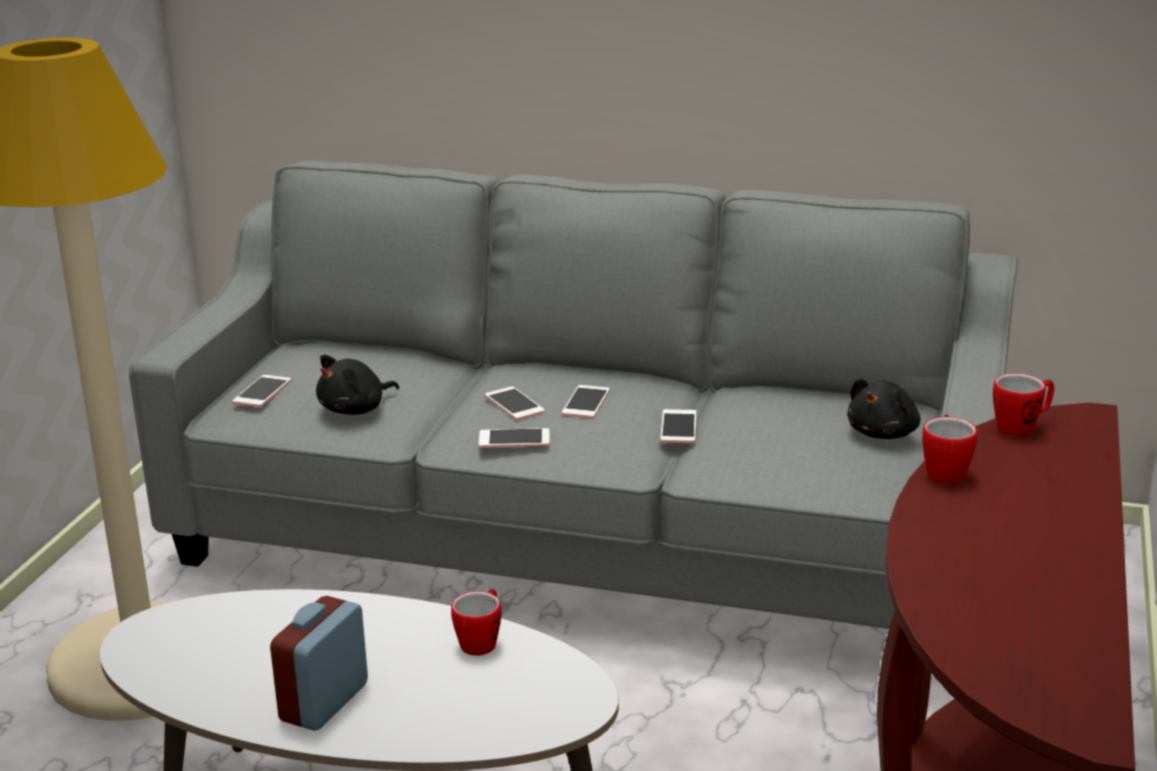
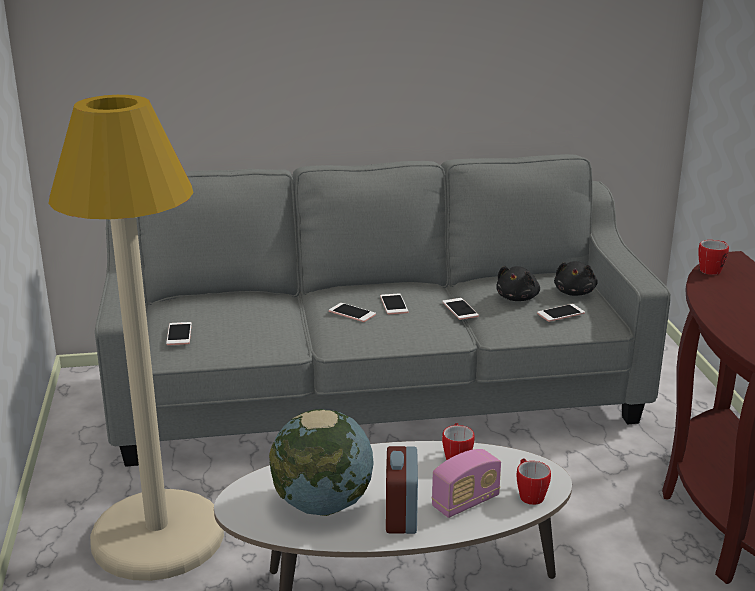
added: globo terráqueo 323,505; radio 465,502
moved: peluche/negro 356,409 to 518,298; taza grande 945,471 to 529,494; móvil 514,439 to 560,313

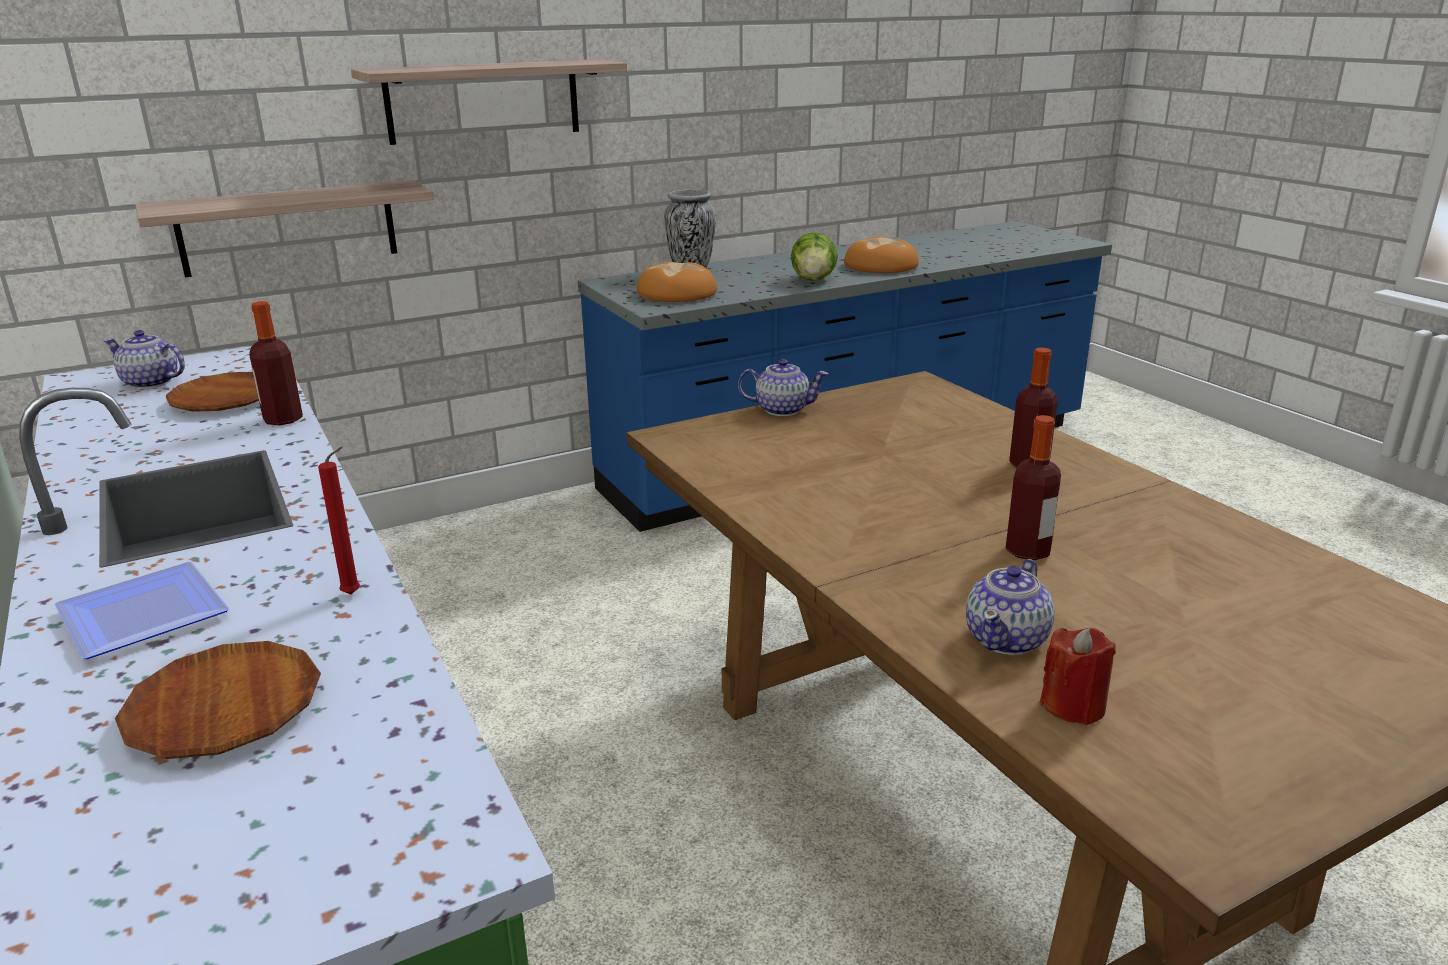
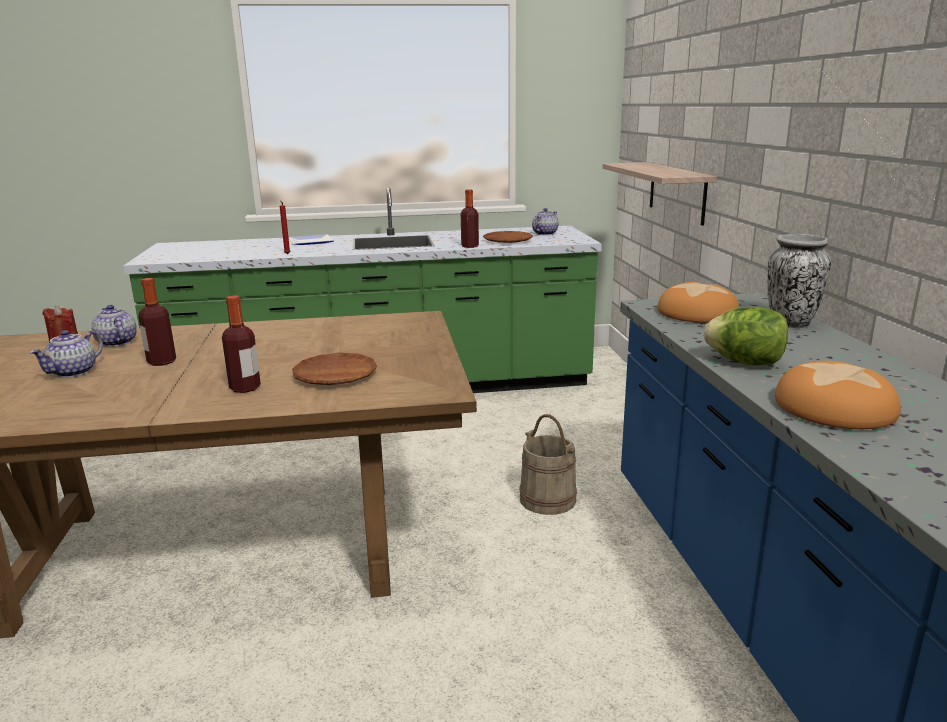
removed: estante 483,101
added: cubo/beis 547,499
moved: tetera 781,409 to 74,372; plato/marrón 224,709 to 335,375

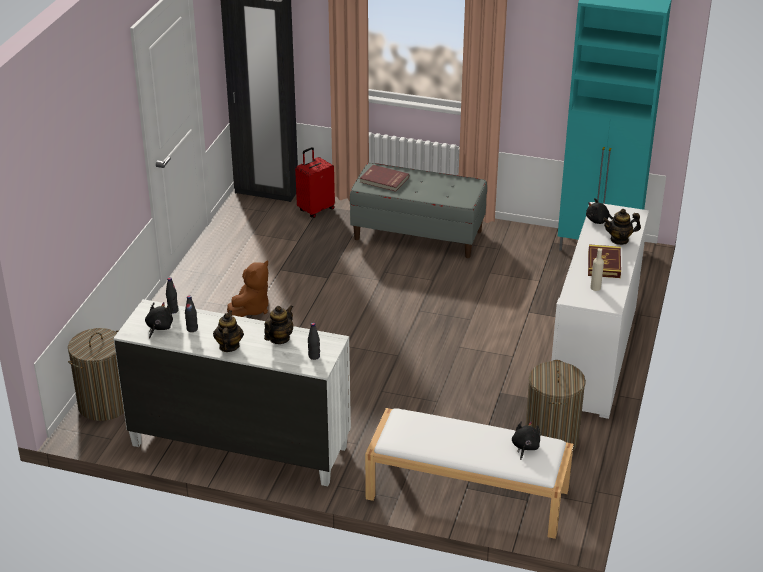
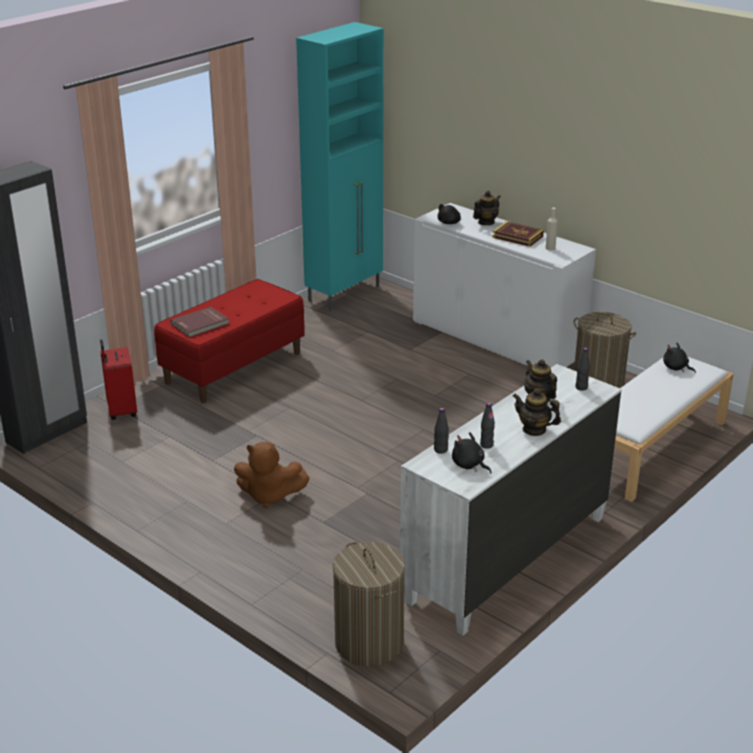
recoloured: banco/gris 418,235 to banco/rojo 233,367
turned: peluche/marrón 251,309 = 269,495 135 degrees clockwise; tetera 619,240 = 485,223 150 degrees counterclockwise

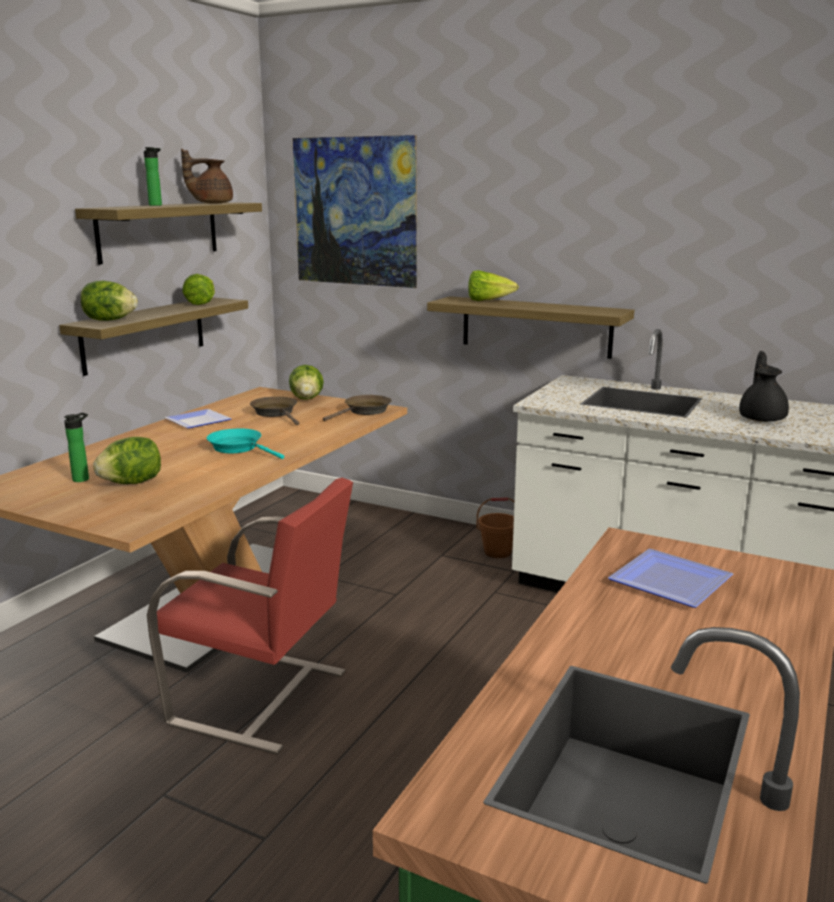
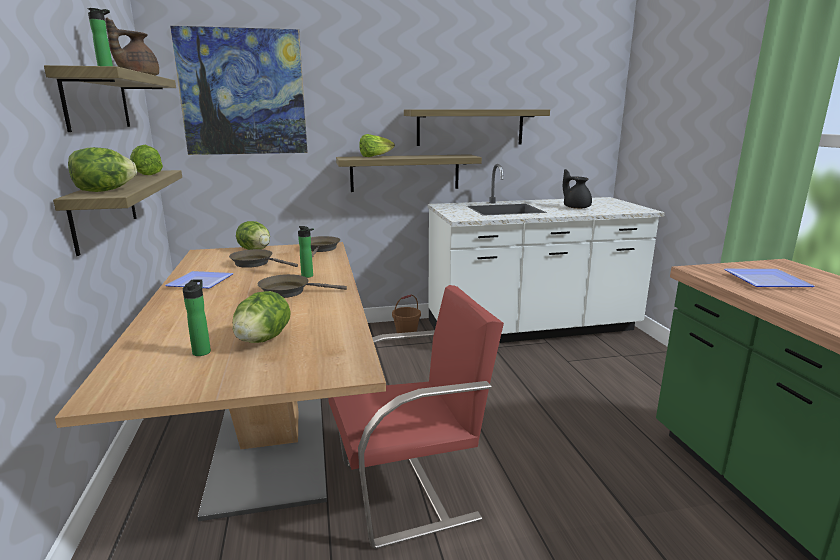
added: botella 308,276; estante 470,127
recoloured: sartén/turquesa 239,448 to sartén/marrón 289,291

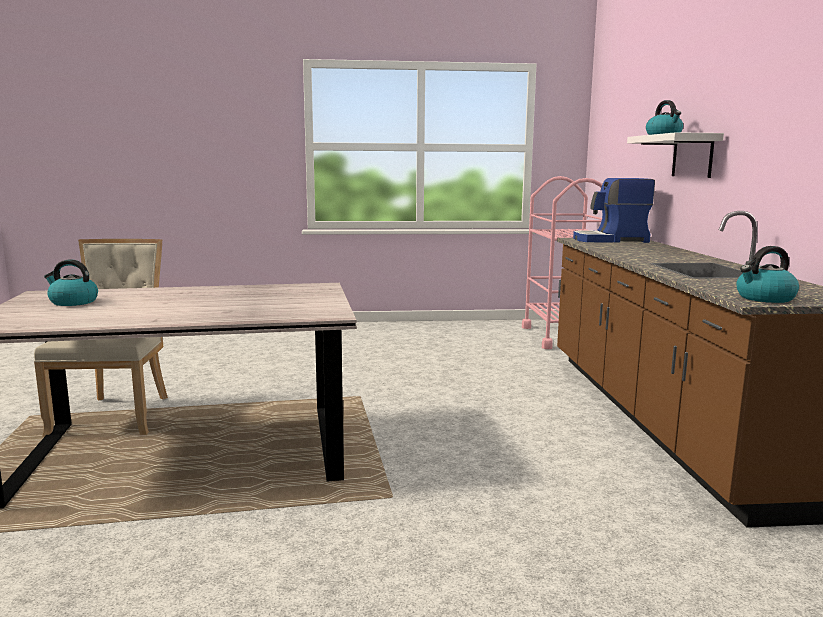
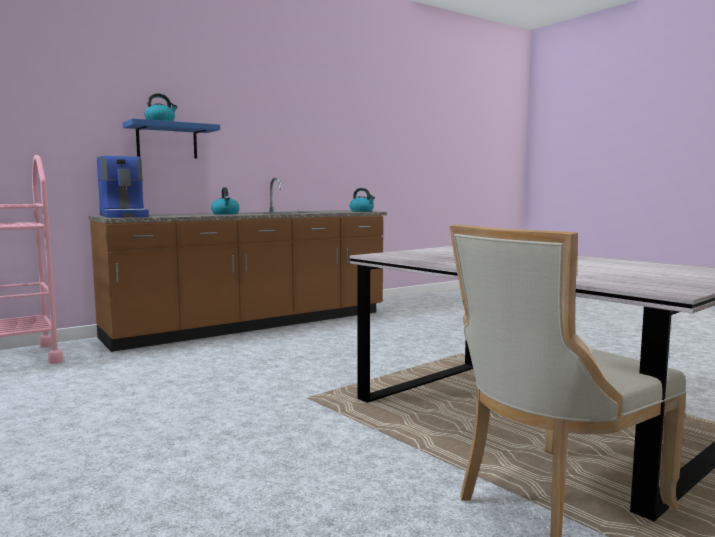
moved: hervidor 73,302 to 225,214
recoloured: estante/blanco 692,156 to estante/azul 167,141

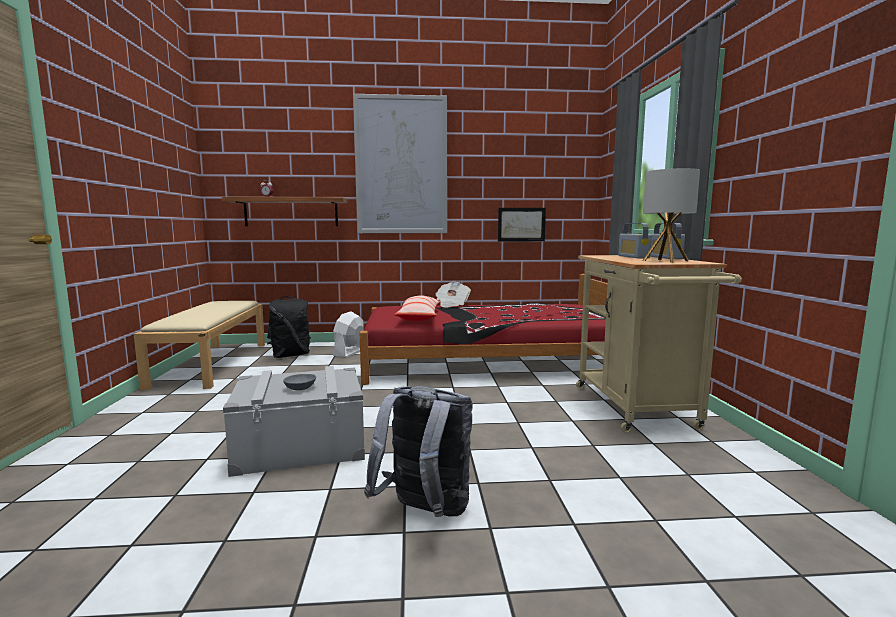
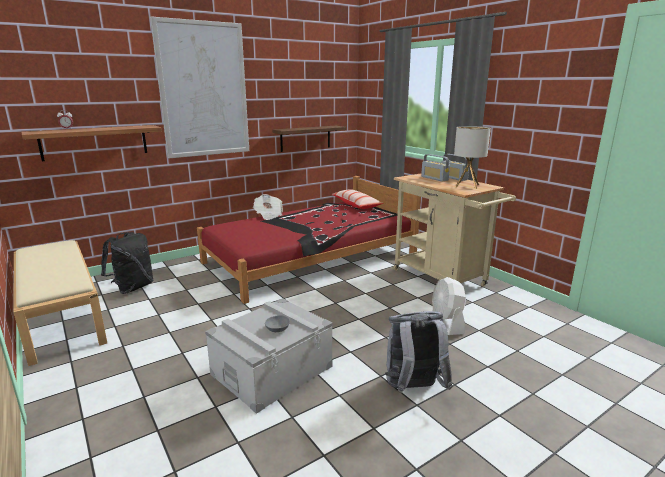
moved: cojín 419,317 to 356,205; ventilador/blanco 350,352 to 447,322
replaced: cuadro 521,224 to estante 305,138

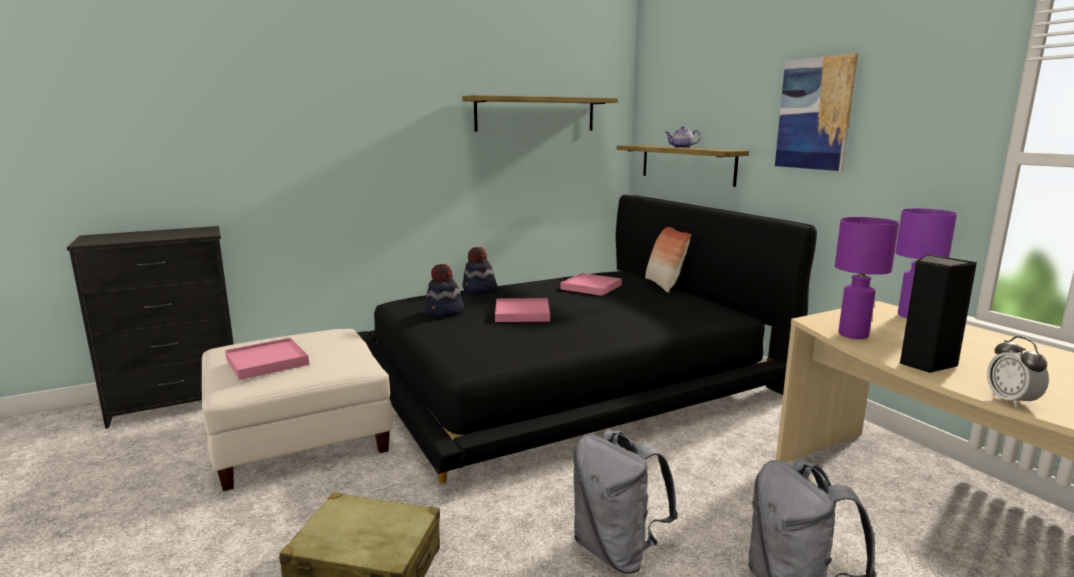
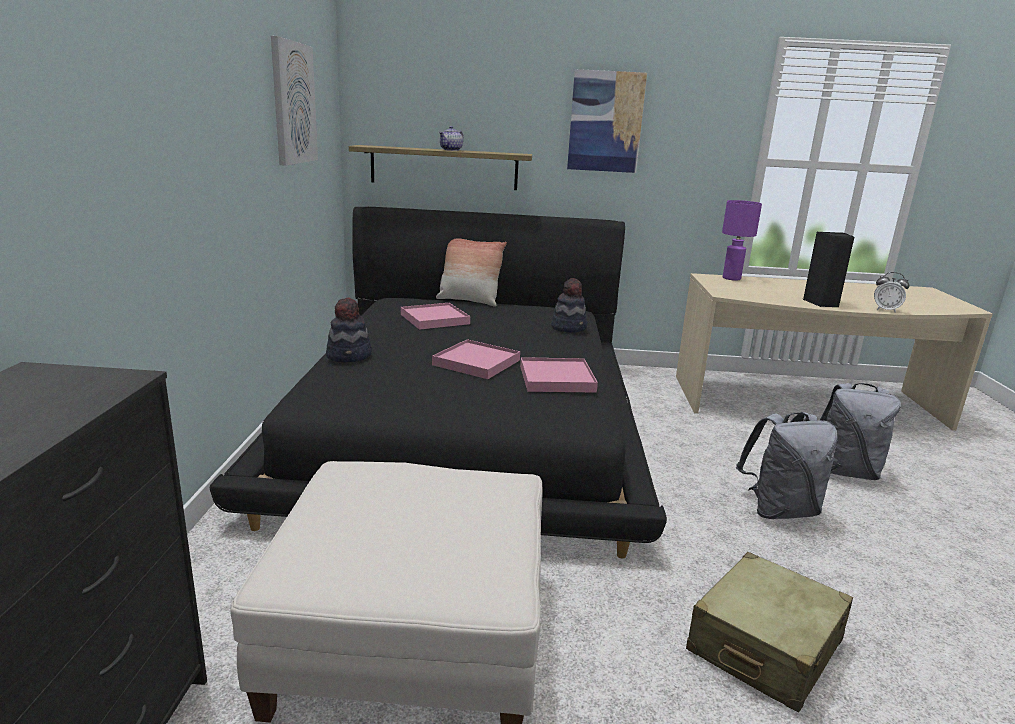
removed: lámpara de mesa/morado 853,335
moved: bandeja/rosa 267,362 to 557,379; sombrero 444,312 to 569,327
replaced: estante 536,114 to cuadro 293,103

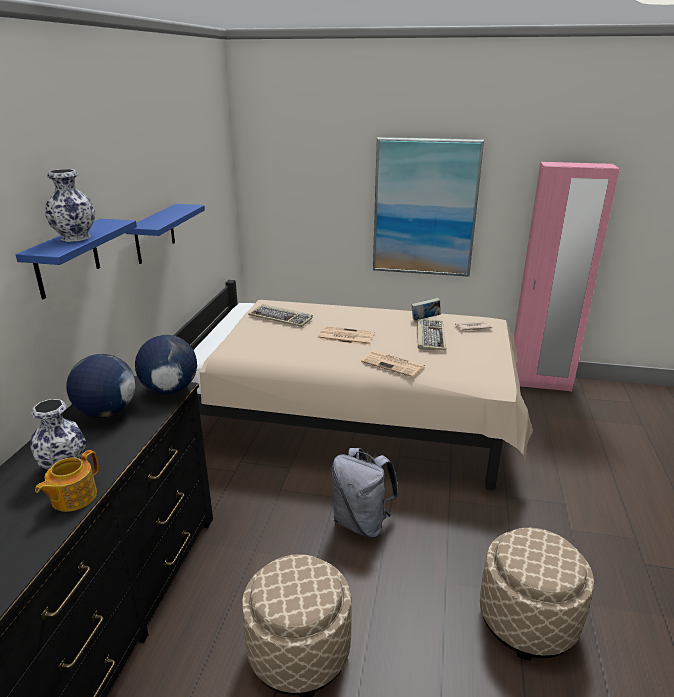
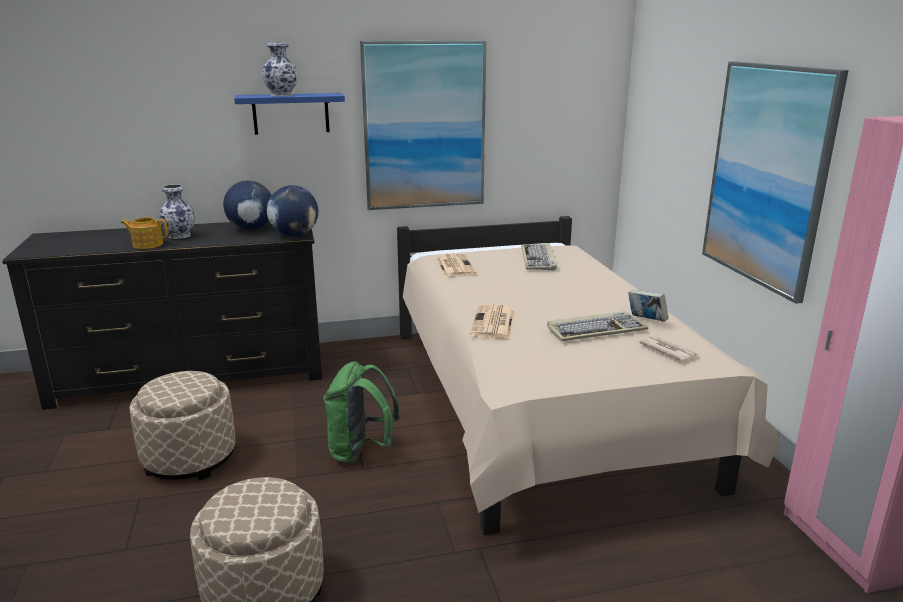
moved: periódico 345,336 to 454,266
replaced: estante/azul 154,234 to cuadro 424,126
recoloured: mochila/gris 362,523 to mochila/verde 360,452

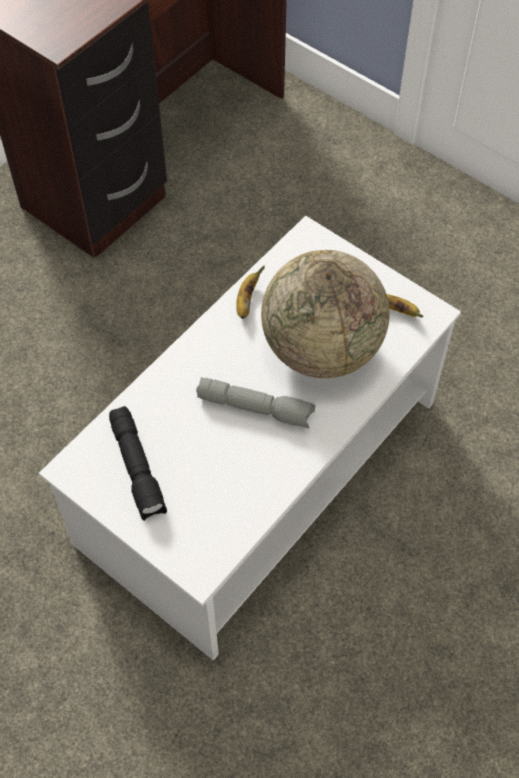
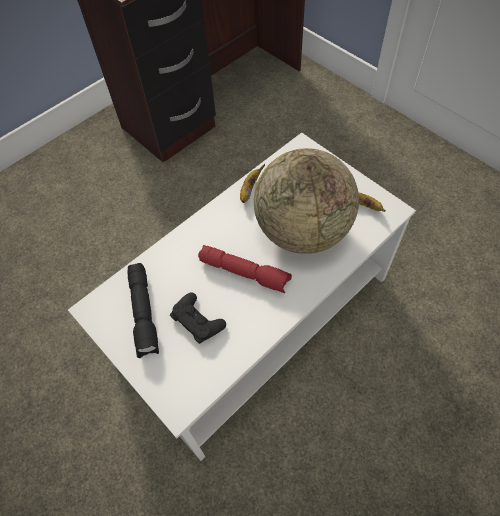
added: mando de consola/negro 197,320
recoloured: linterna/gris 256,407 to linterna/rojo 245,272

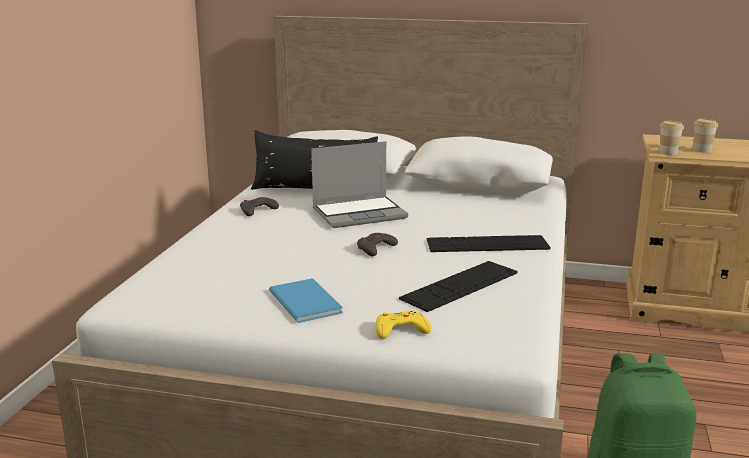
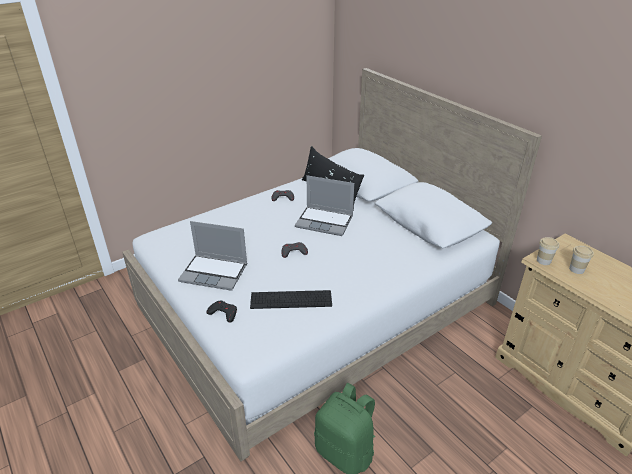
removed: teclado 487,244
replaced: libro/azul 306,301 to portátil 215,273
recoloured: mando de consola/amarillo 400,330 to mando de consola/negro 223,313

